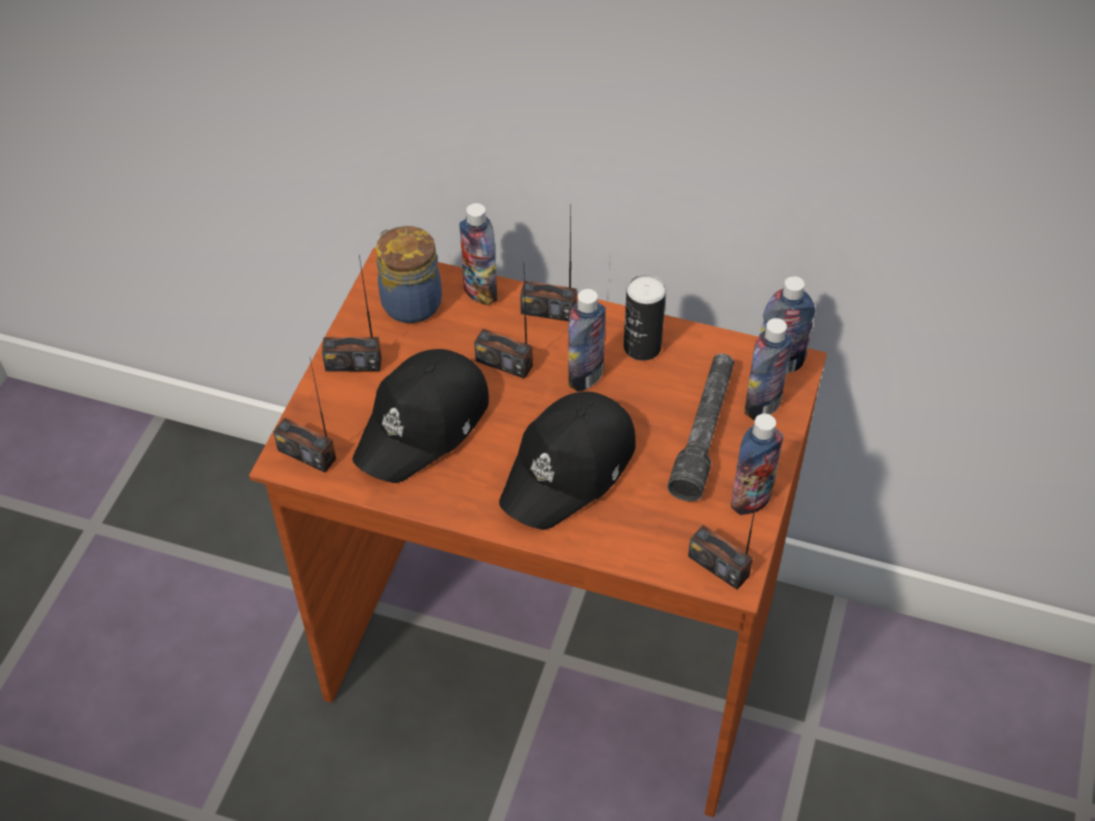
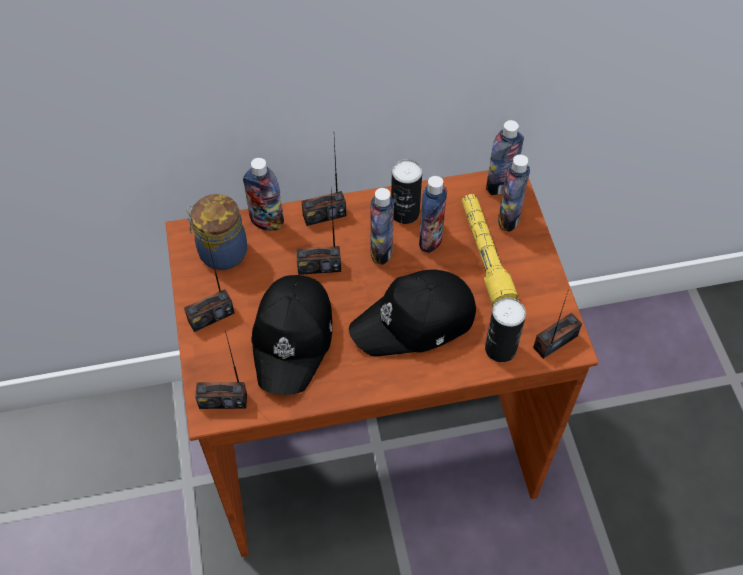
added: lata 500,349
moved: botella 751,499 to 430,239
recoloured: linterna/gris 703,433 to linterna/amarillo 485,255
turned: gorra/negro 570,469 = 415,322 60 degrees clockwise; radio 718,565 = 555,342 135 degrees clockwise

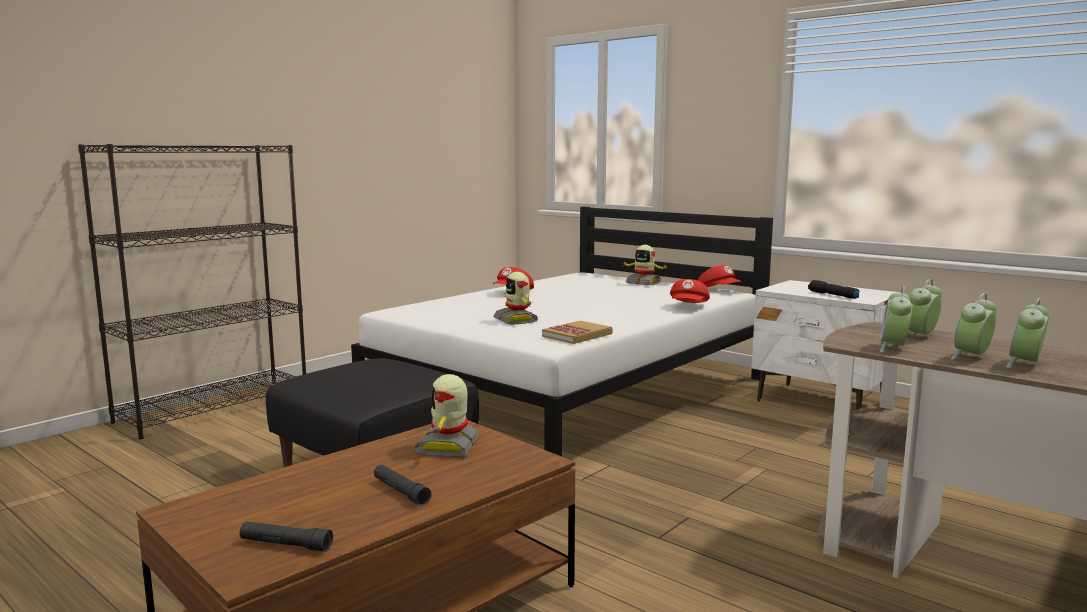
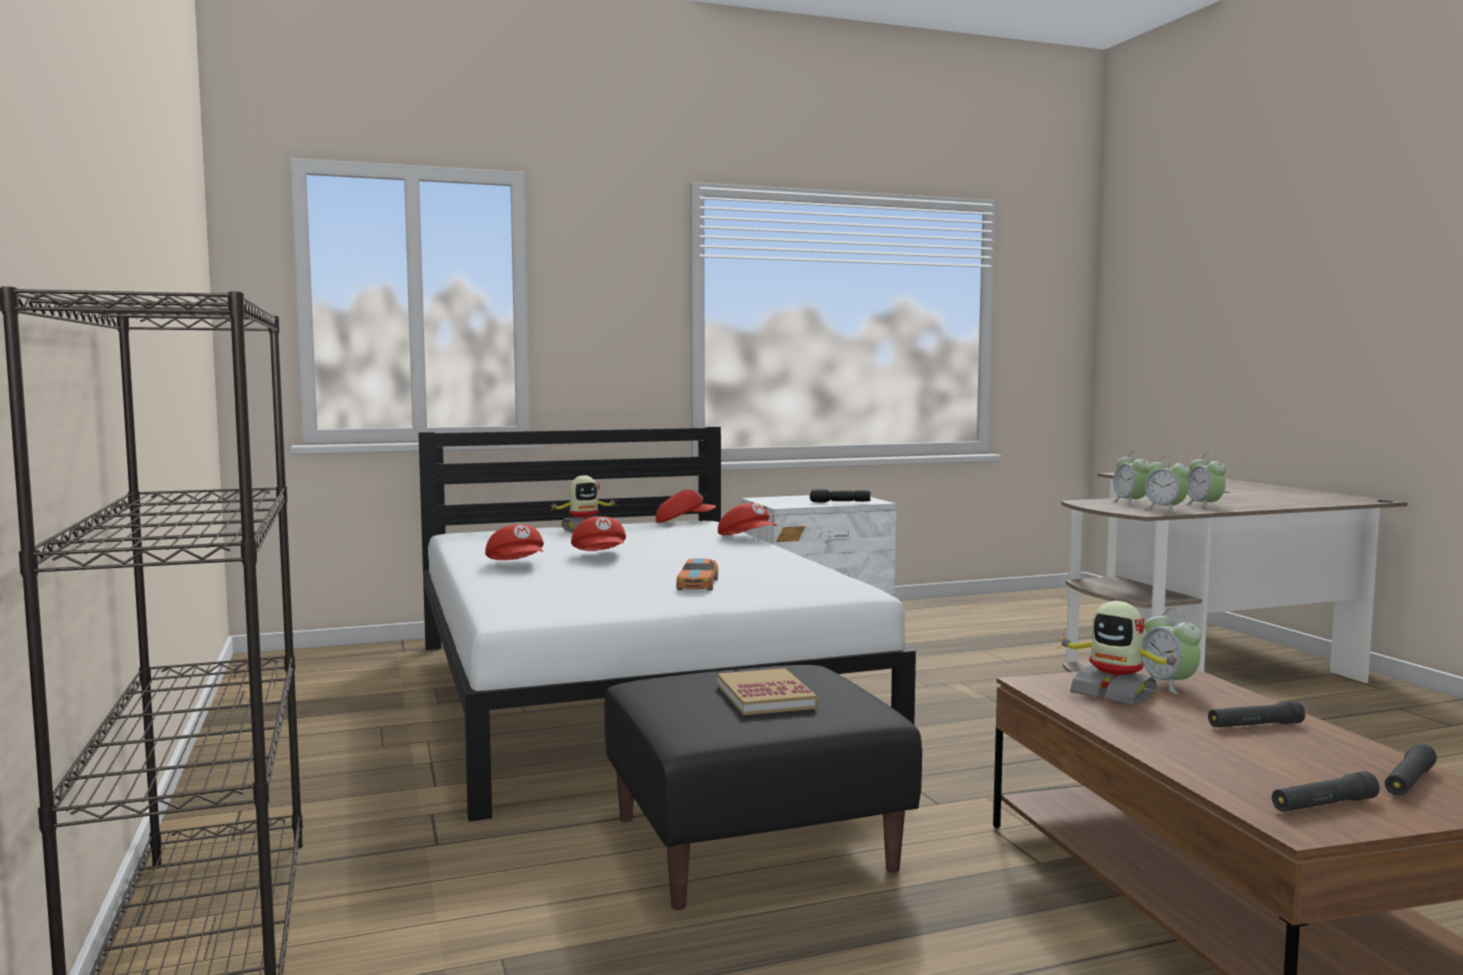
added: gorra/rojo 600,555; linterna/negro 1323,805
moved: libro 577,335 to 766,696; despertador 1025,364 to 1168,685
replaced: robot de juguete 516,320 to coche de juguete 698,584

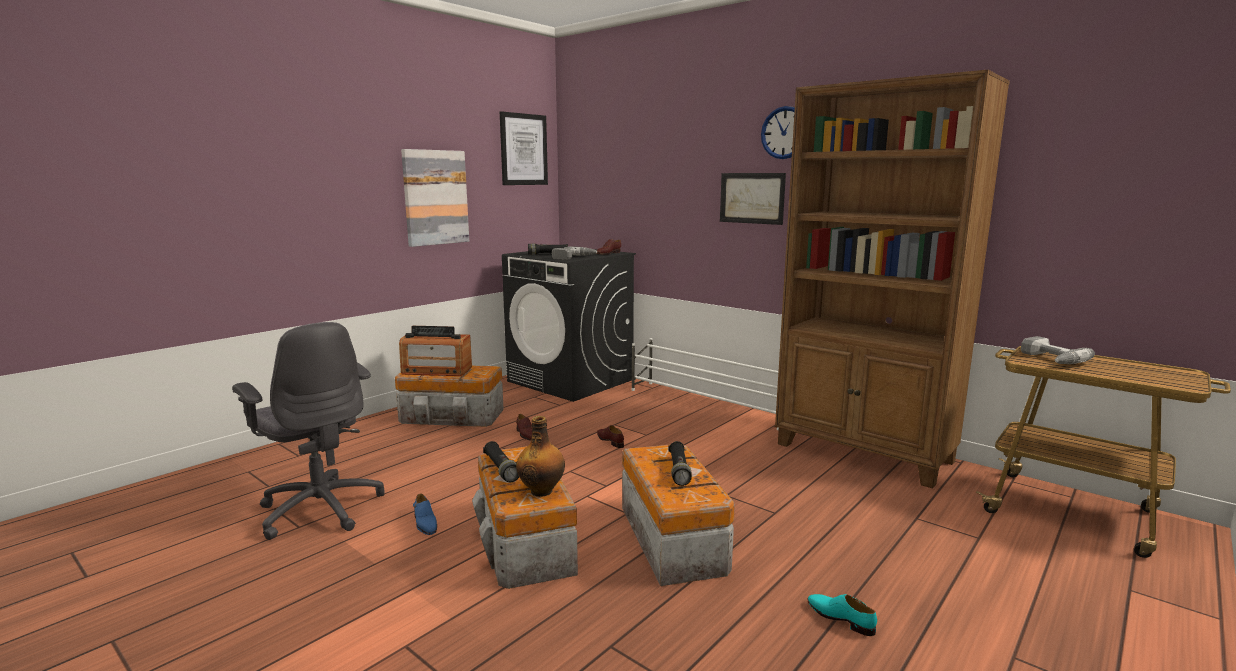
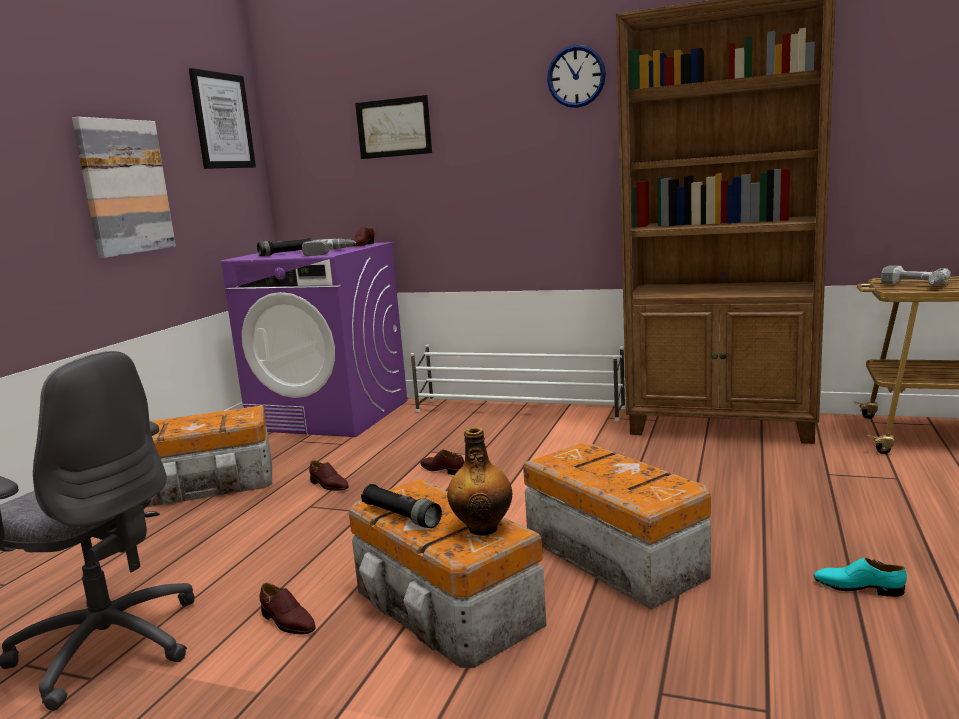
removed: radio 436,370; linterna/negro 679,470
moved: cuadro 751,198 to 393,127
recoloured: lavadora/negro 571,381 to lavadora/morado 331,415; zapato/azul 425,523 to zapato/marrón 287,622

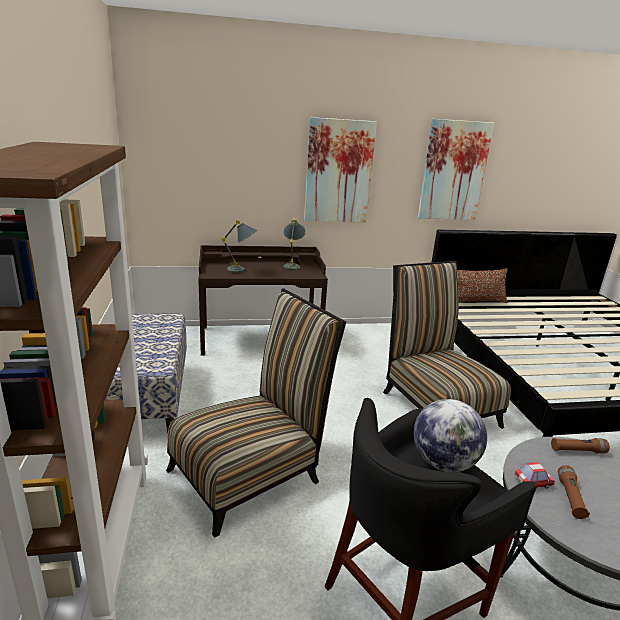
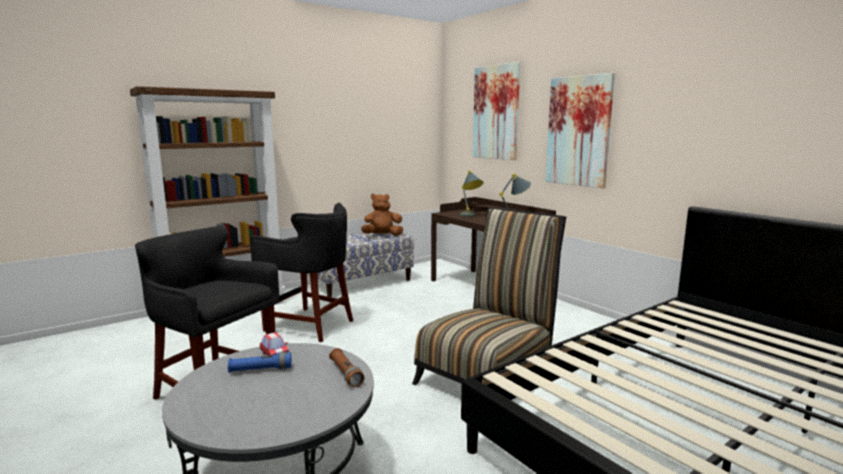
removed: globo terráqueo 443,462; cojín/marrón 476,302
added: peluche/marrón 382,236
moved: cuadro 454,171 to 496,112
replaced: silla 251,472 to taburete/negro 309,325
recoloured: linterna/marrón 570,497 to linterna/azul 261,370

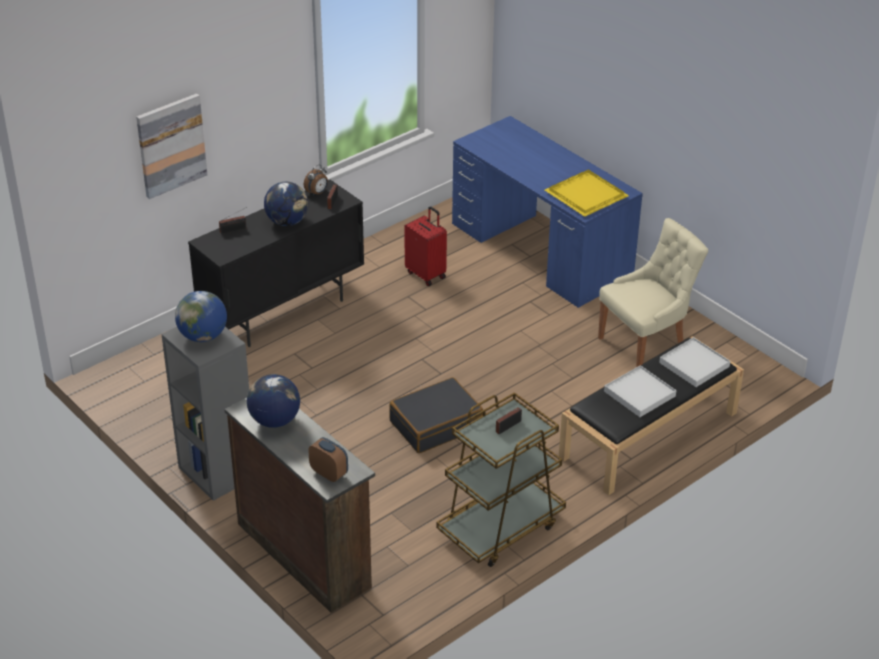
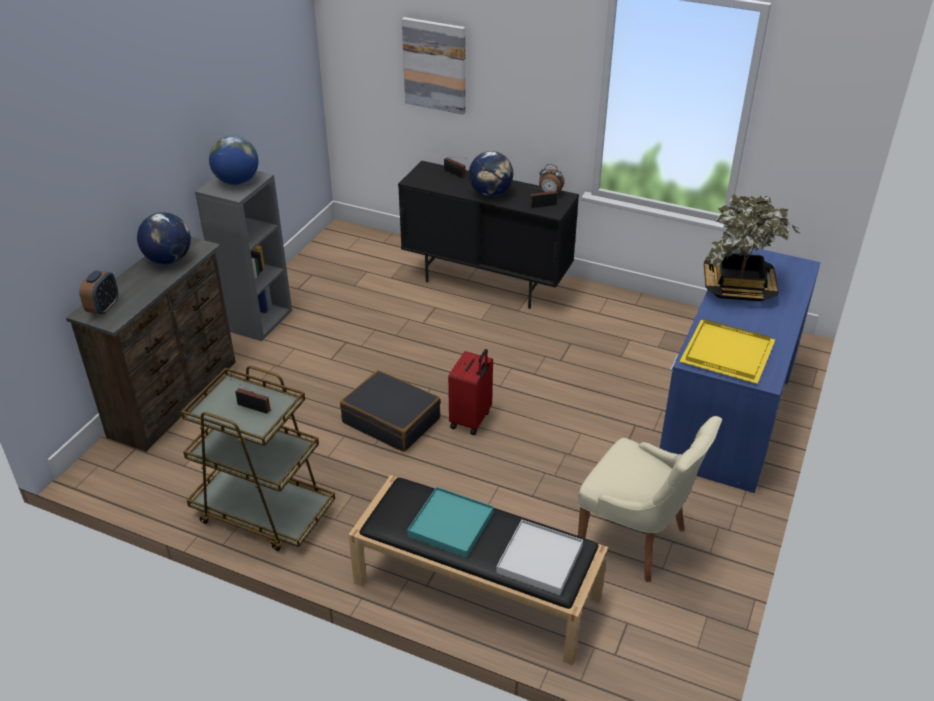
added: planta en maceta 738,288
moved: maleta/rojo 426,274 to 471,420
recoloured: bandeja/blanco 639,394 to bandeja/turquesa 450,524

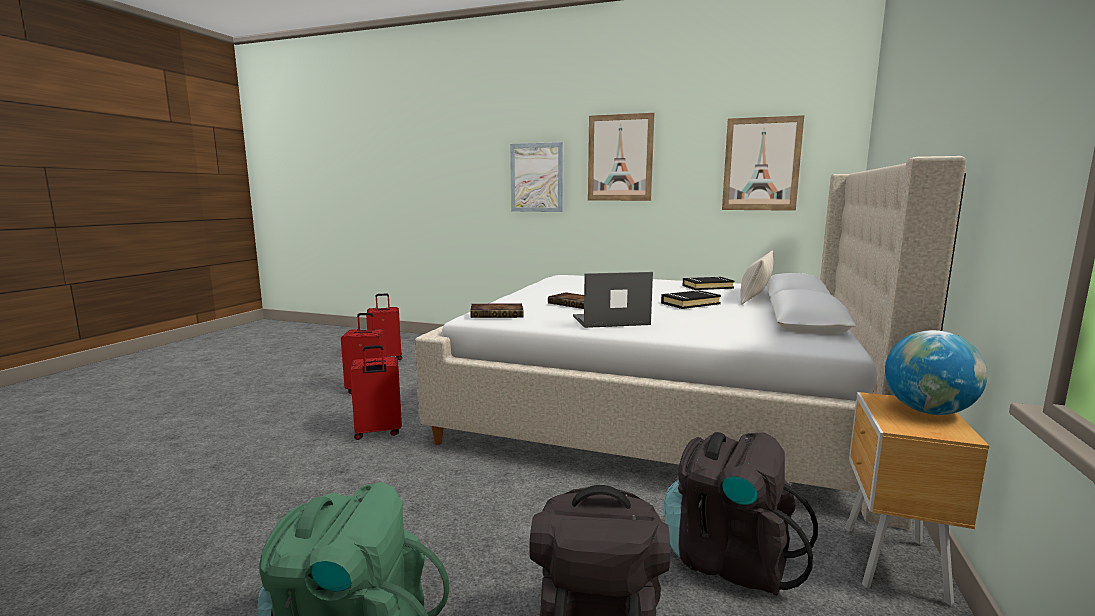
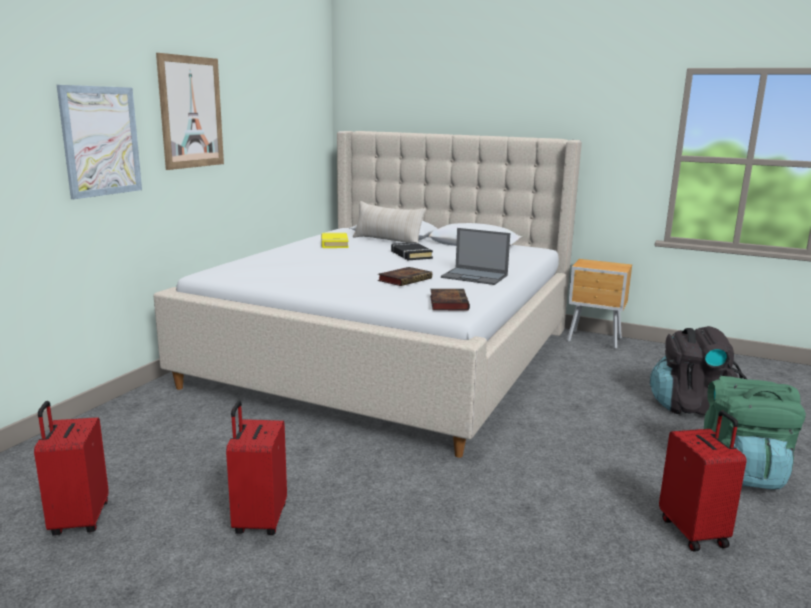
removed: mochila/negro 729,560; cuadro 761,164; globo terráqueo 927,411
moved: maleta/rojo 378,432 to 694,532
recoloured: libro/negro 707,287 to libro/amarillo 334,244
turned: portátil 609,320 = 475,276 60 degrees counterclockwise

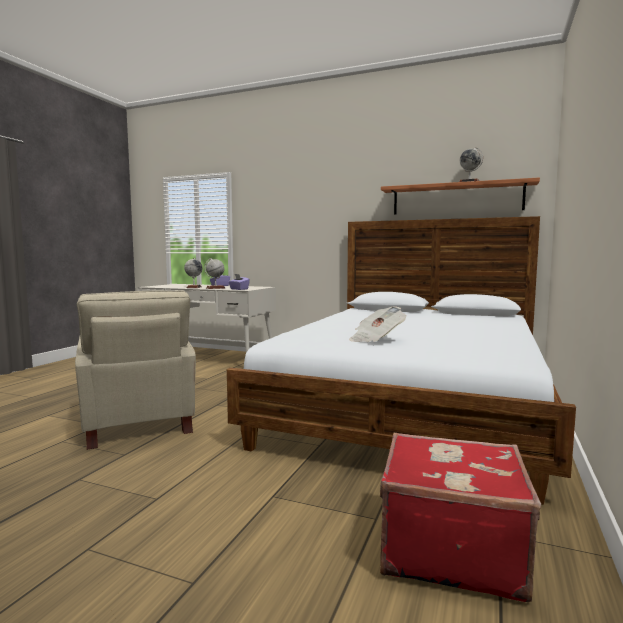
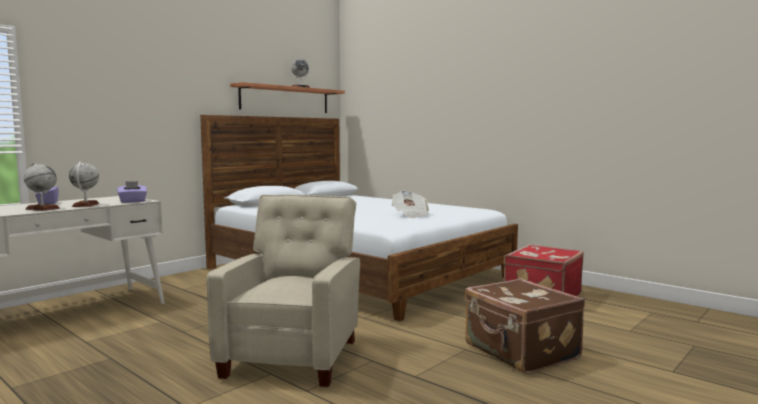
added: maleta/marrón 520,352
turned: sillón/beis 137,425 = 294,356 75 degrees counterclockwise

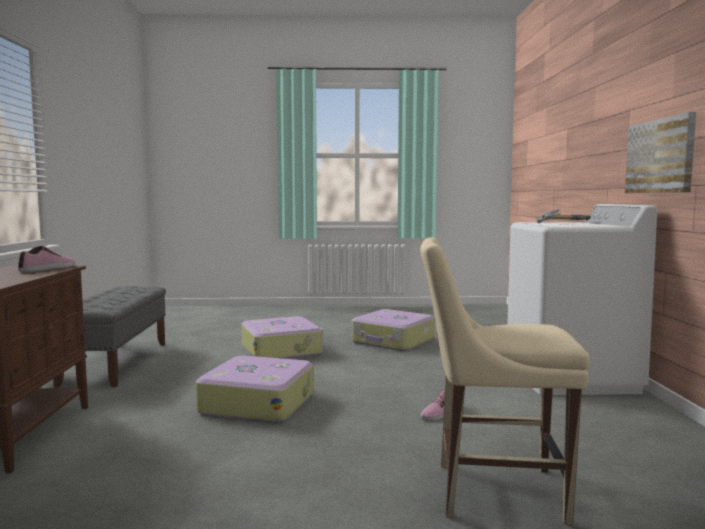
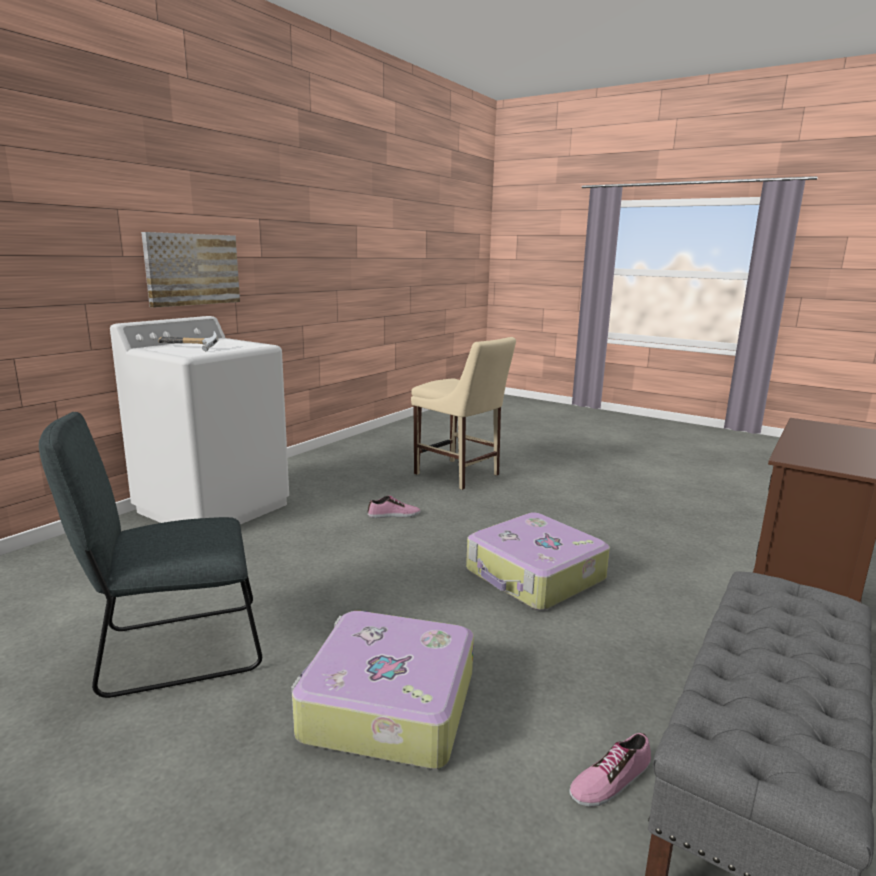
moved: zapato 48,269 to 610,779
replaced: maleta 393,341 to silla/gris 173,651

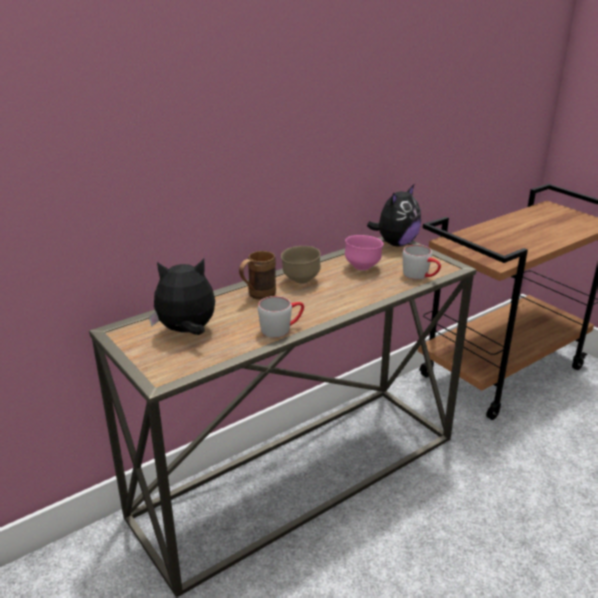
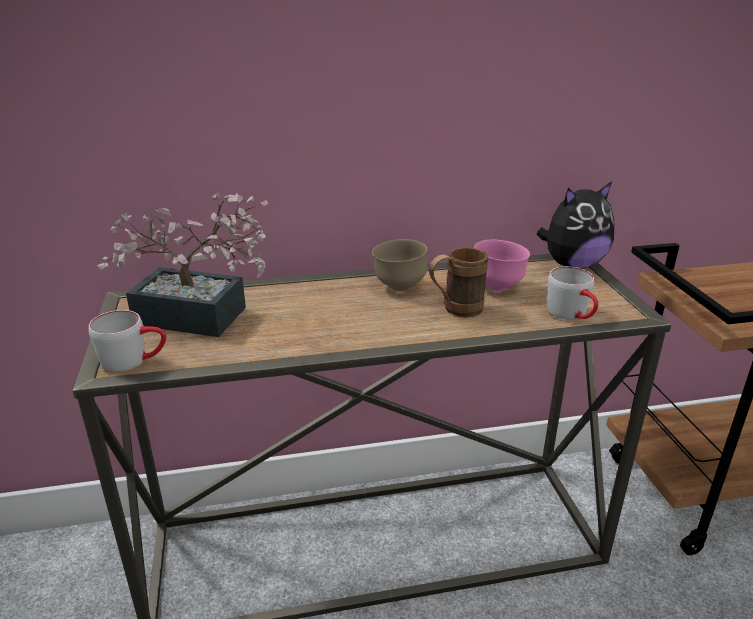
moved: taza grande/gris 281,328 to 134,360; taza grande/marrón 257,296 to 455,310
replaced: peluche 187,331 to planta en maceta 201,318

